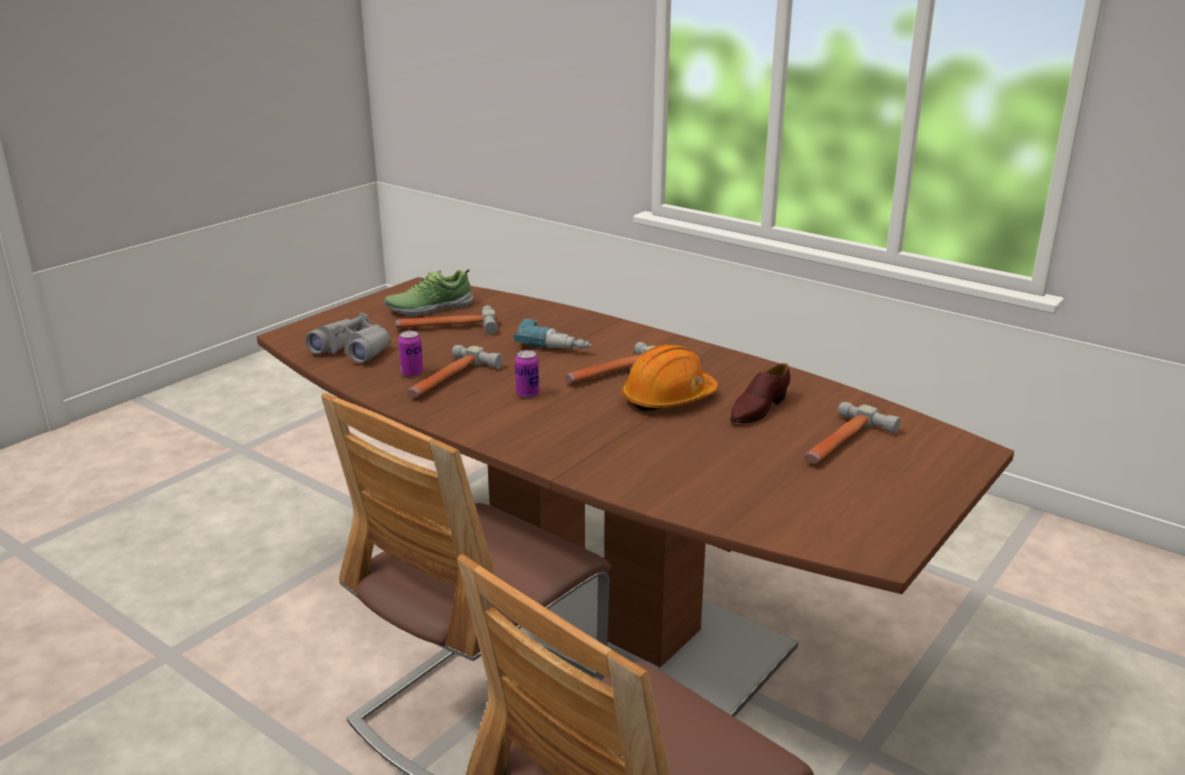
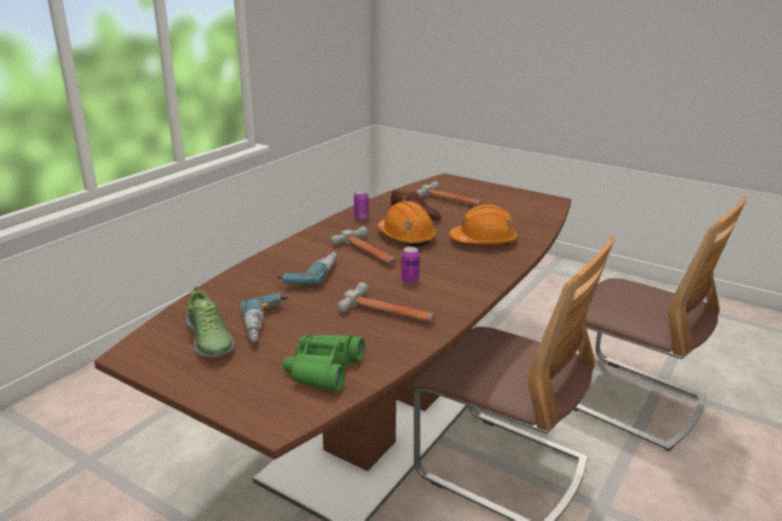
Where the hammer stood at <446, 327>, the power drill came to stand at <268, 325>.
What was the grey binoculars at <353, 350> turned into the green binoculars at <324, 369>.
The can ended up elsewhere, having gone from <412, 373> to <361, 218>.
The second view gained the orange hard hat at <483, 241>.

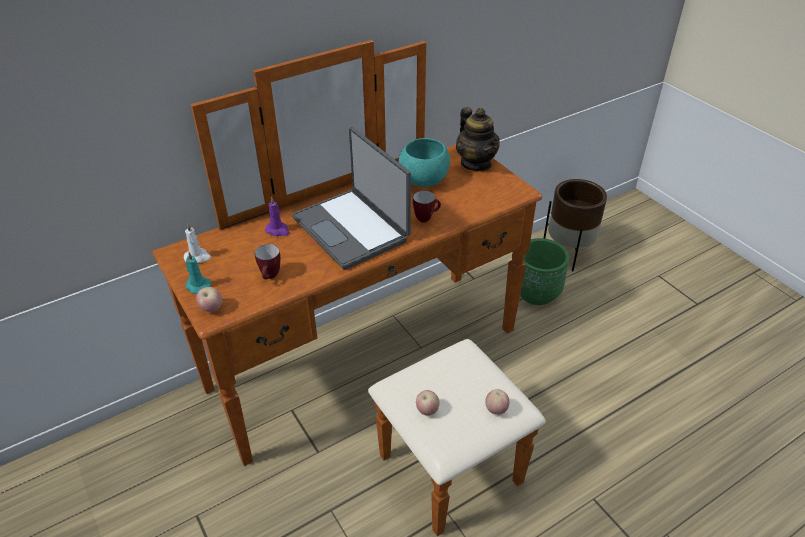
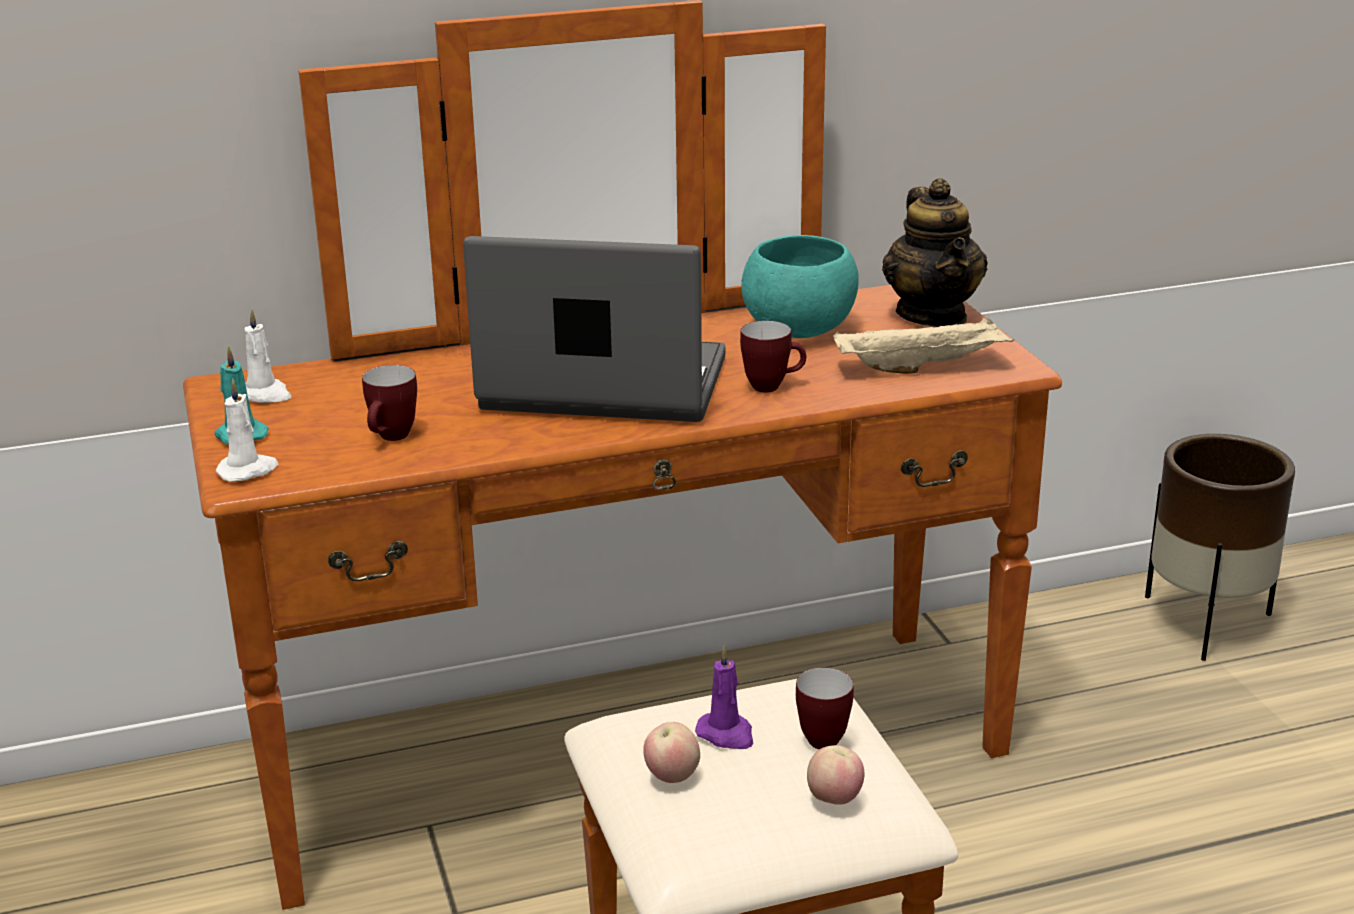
The laptop at <352, 228> ended up facing another way, 120 degrees clockwise from before.
The purple candle ended up elsewhere, having gone from <278, 230> to <726, 734>.
The second view lost the green planter at <536, 293>.
Where the apple stood at <211, 309>, the white candle came to stand at <248, 470>.
The second view gained the beige tray at <922, 367>.
The second view gained the mug at <818, 737>.

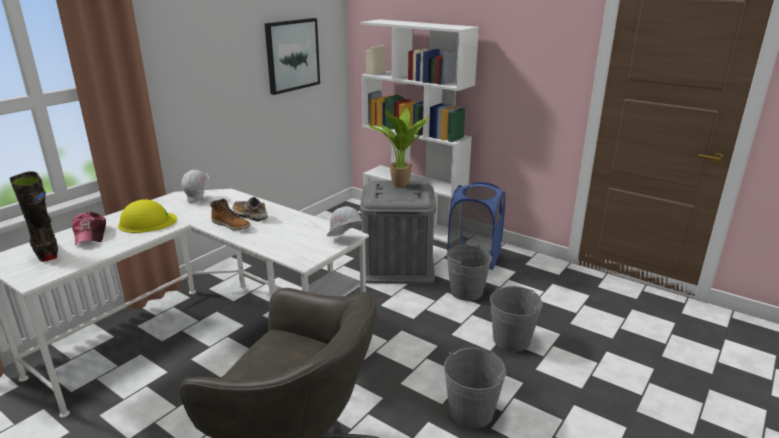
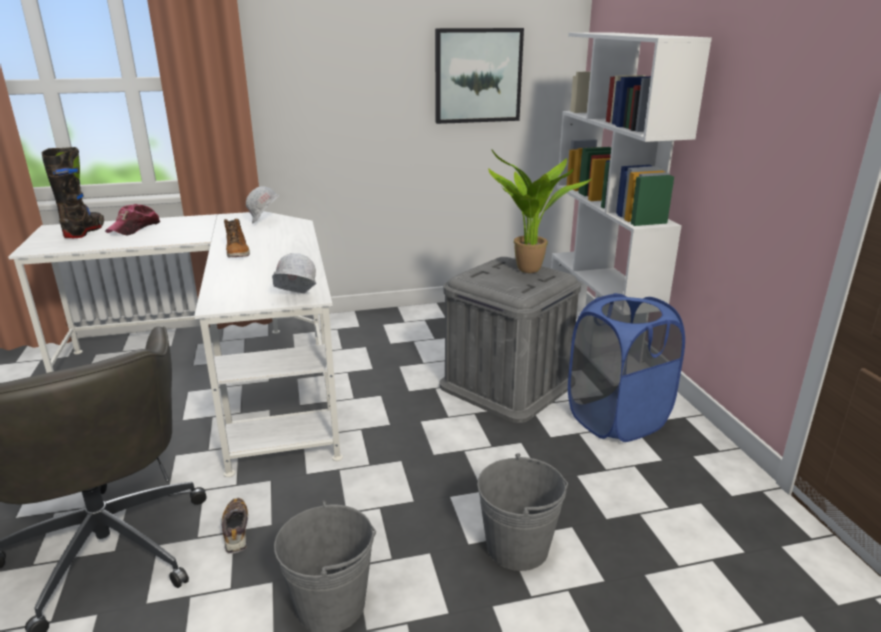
The shoe ended up elsewhere, having gone from <250, 216> to <236, 531>.
The second view lost the yellow hard hat at <147, 222>.
The second view lost the grey bucket at <466, 292>.

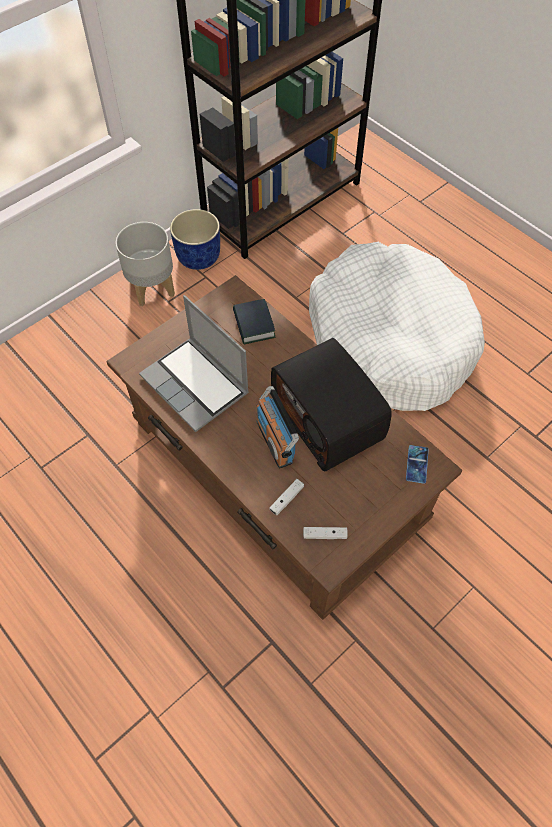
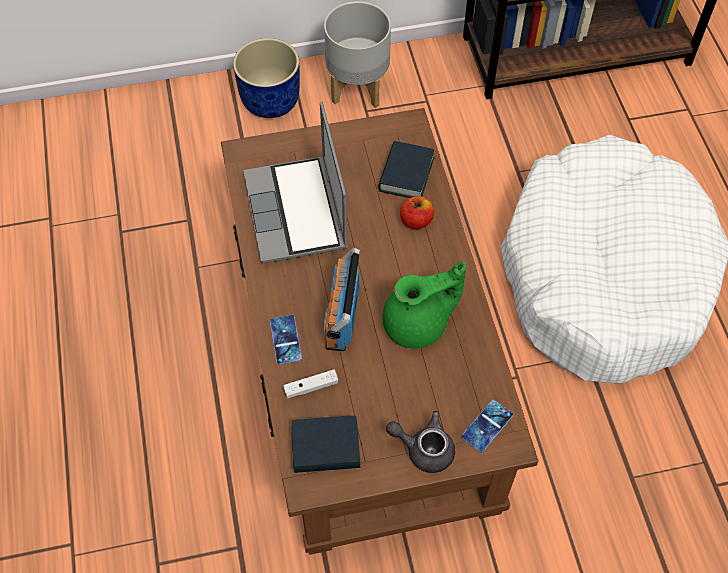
The blue planter ended up elsewhere, having gone from <198, 256> to <270, 100>.
Where the radio stood at <329, 420>, the green teapot came to stand at <418, 324>.
Where the white game controller stood at <324, 535>, the book came to stand at <326, 448>.
The second view gained the apple at <416, 221>.
The second view gained the phone at <285, 339>.
The second view gained the grey teapot at <424, 448>.

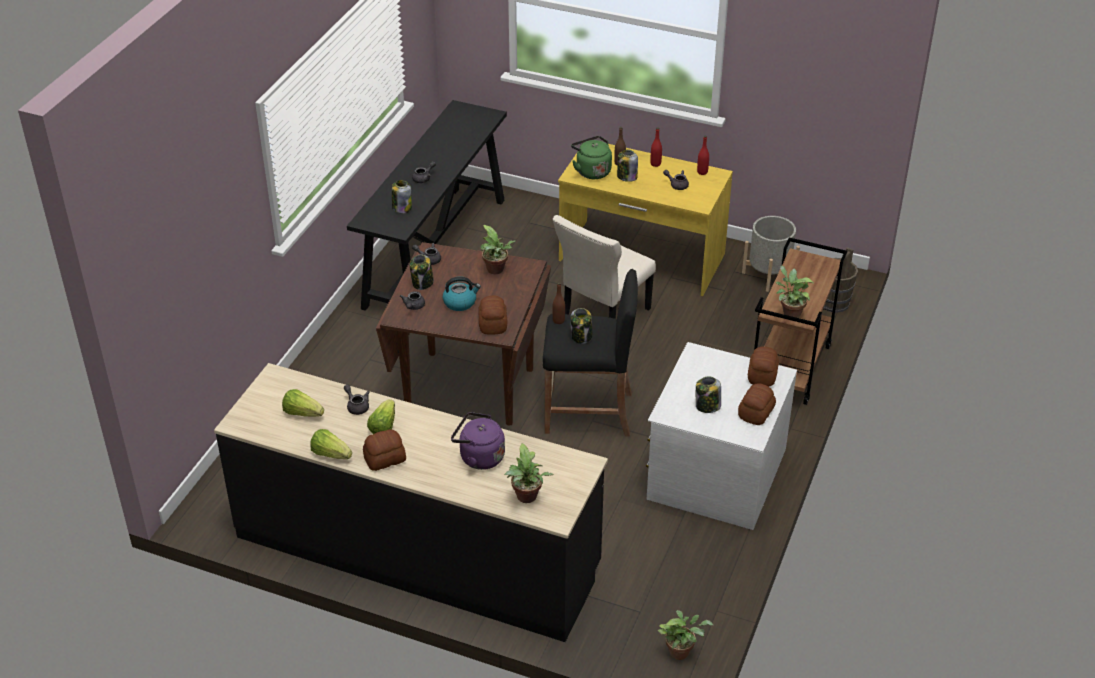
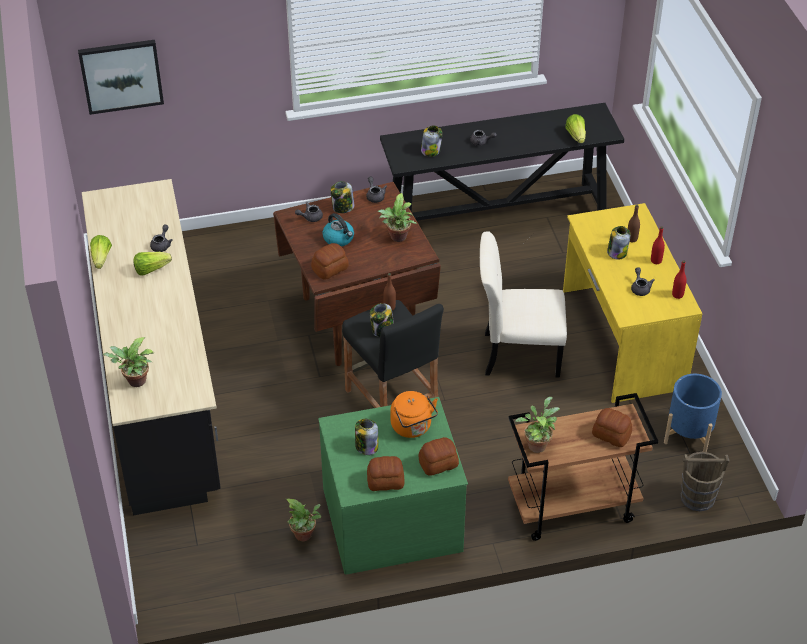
The second view lost the green kettle at <592, 171>.
What was the grey planter at <768, 275> turned into the blue planter at <689, 433>.
What was the white dresser at <714, 473> turned into the green dresser at <391, 517>.
The lettuce ended up elsewhere, having gone from <302, 413> to <576, 136>.
The second view lost the purple kettle at <479, 457>.
The bread ended up elsewhere, having gone from <384, 458> to <611, 434>.
The potted plant ended up elsewhere, having gone from <681, 651> to <305, 535>.
The second view gained the picture at <121, 75>.
The second view gained the orange kettle at <413, 427>.

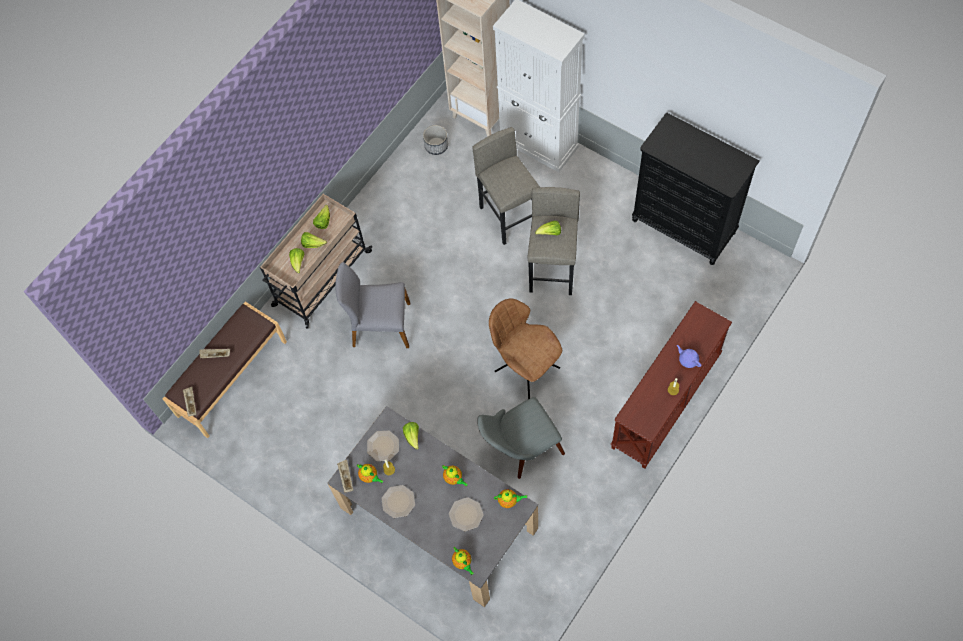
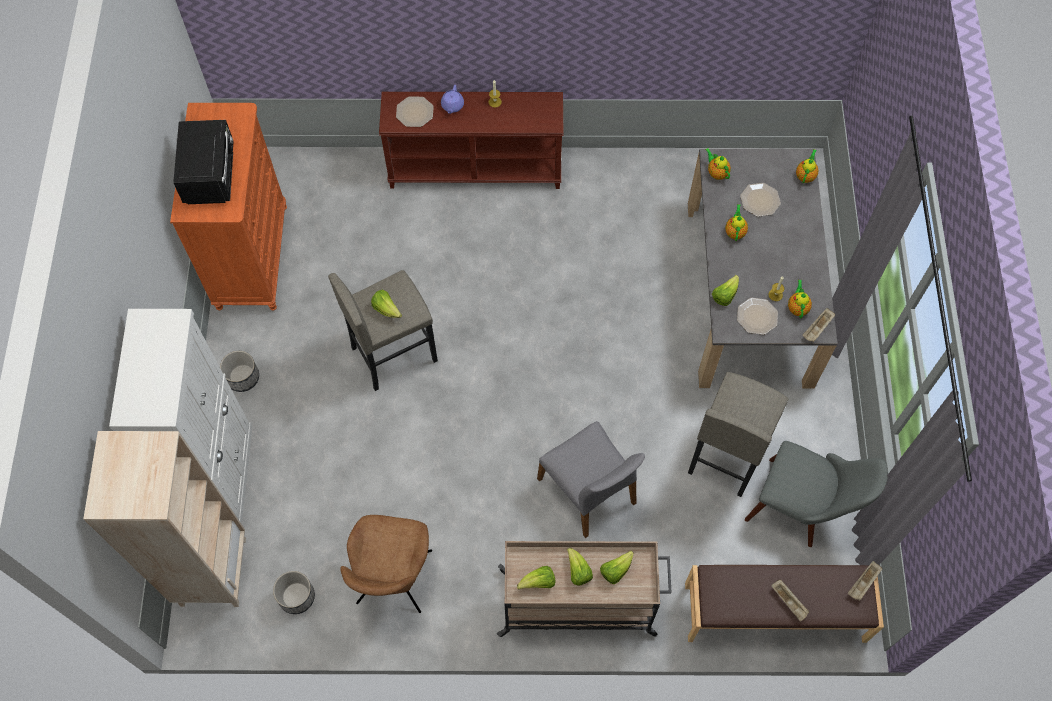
What was the black dresser at <683, 227> turned into the orange dresser at <252, 257>.
The grey stool ended up elsewhere, having gone from <509, 216> to <727, 454>.
The brown chair ended up elsewhere, having gone from <525, 368> to <393, 580>.
The grey chair ended up elsewhere, having gone from <519, 449> to <802, 507>.
The plate ended up elsewhere, having gone from <398, 502> to <414, 112>.
The second view gained the black microwave at <211, 175>.
The second view gained the planter at <242, 377>.

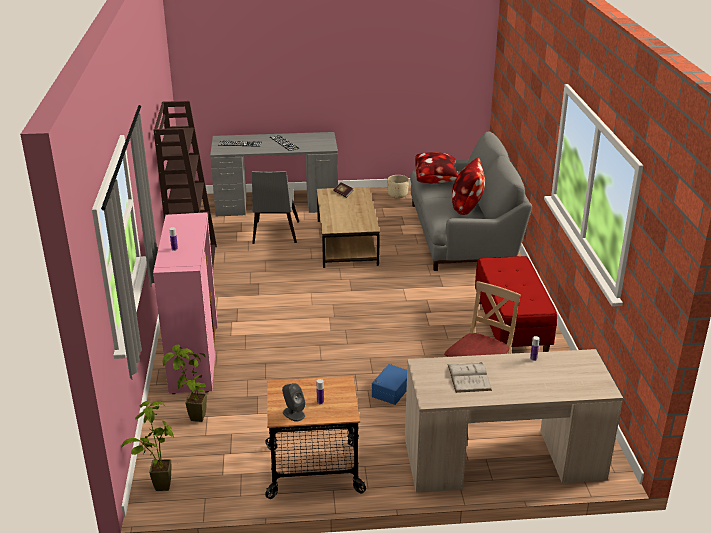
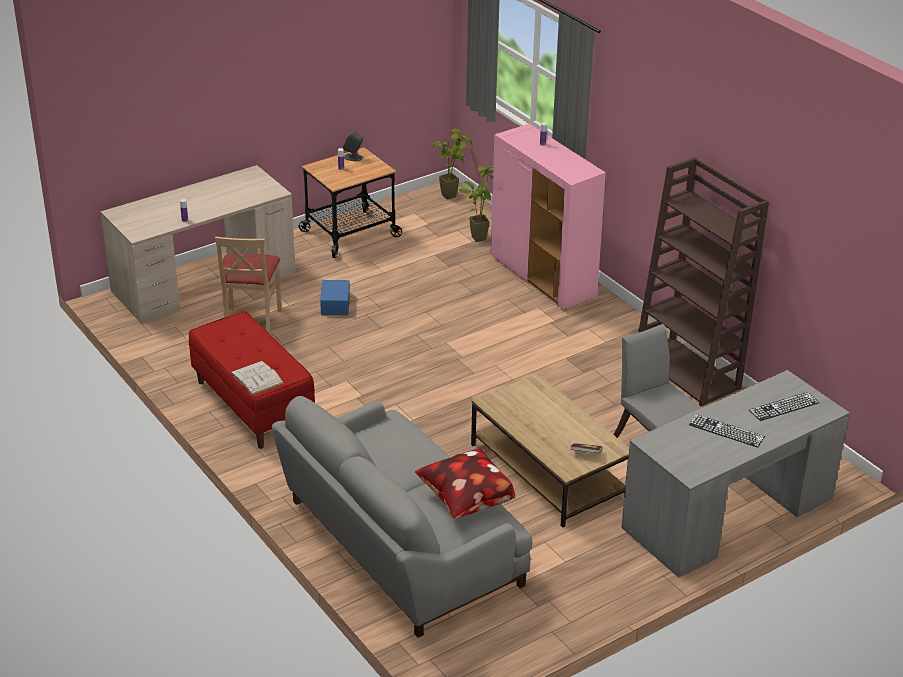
The second view lost the pillow at <467, 206>.
The second view lost the beige planter at <397, 196>.
The white book ended up elsewhere, having gone from <469, 377> to <257, 378>.

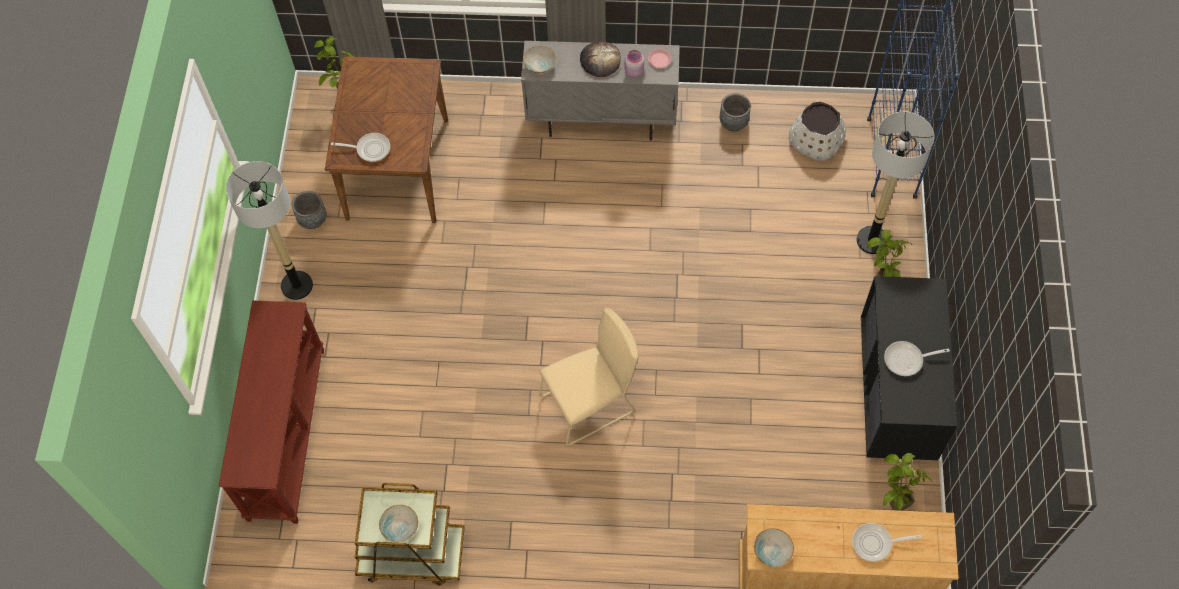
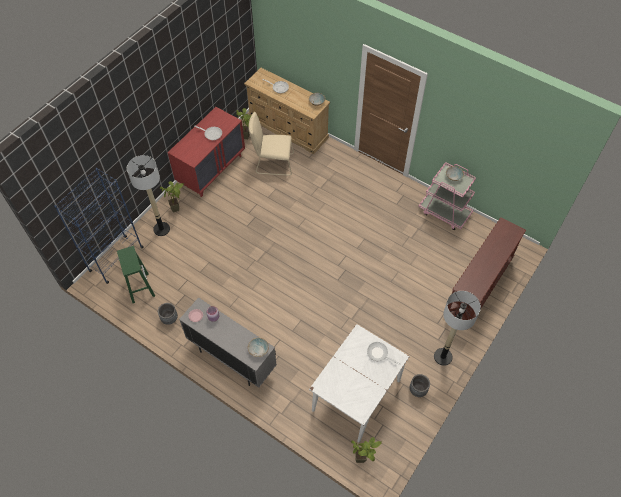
The second view lost the bread at <600, 60>.
What was the brown dining table at <397, 167> turned into the white dining table at <356, 395>.
Where the white planter stood at <816, 139>, the green stool came to stand at <140, 287>.
What was the black dresser at <894, 395> turned into the red dresser at <211, 169>.
The beige chair ended up elsewhere, having gone from <591, 403> to <272, 163>.
What was the brown cart at <411, 554> turned into the pink cart at <444, 212>.

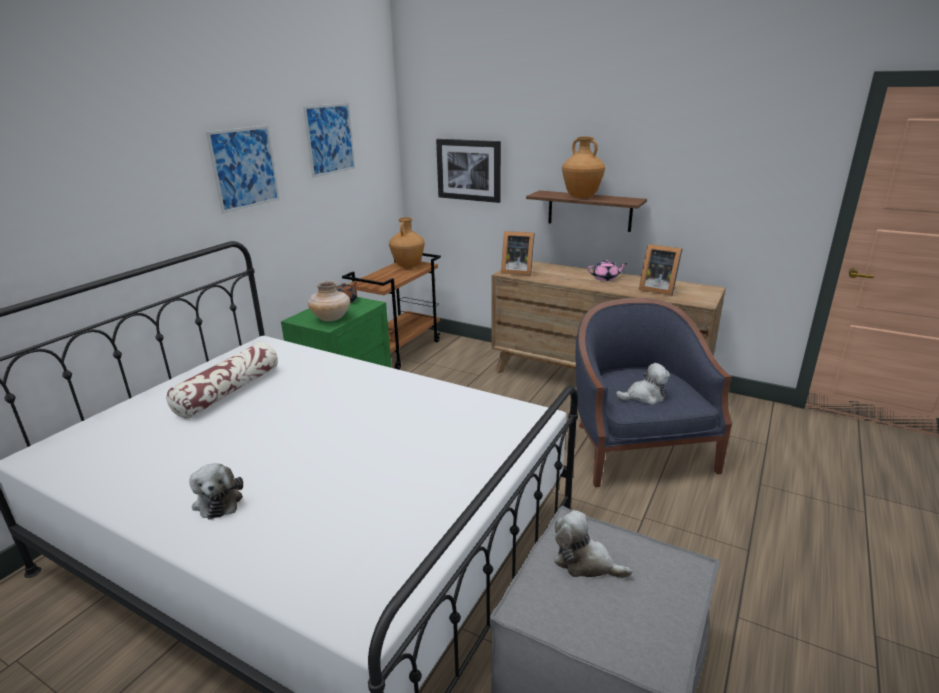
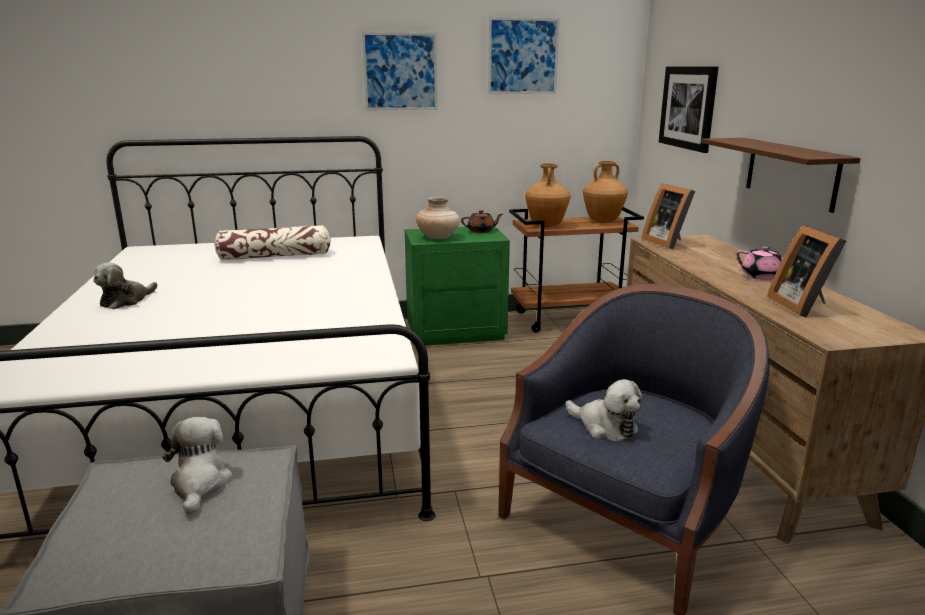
The brown vase ended up elsewhere, having gone from <581, 197> to <546, 225>.

